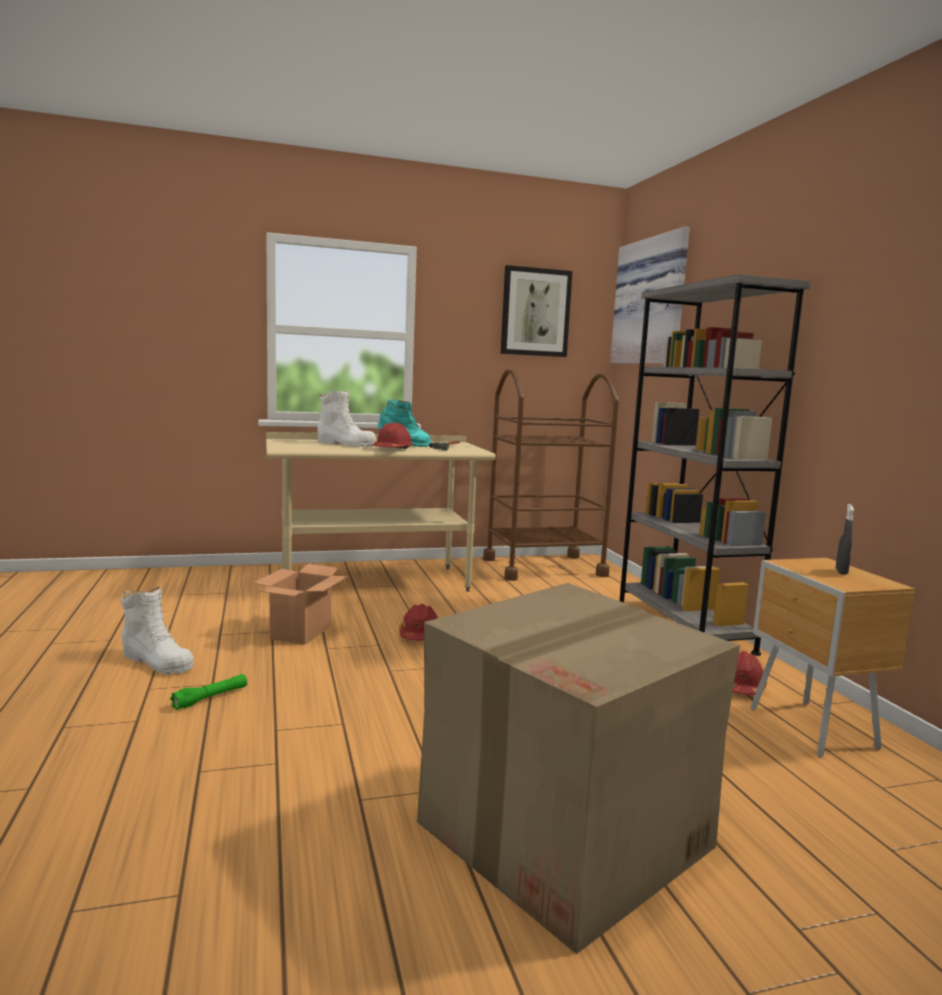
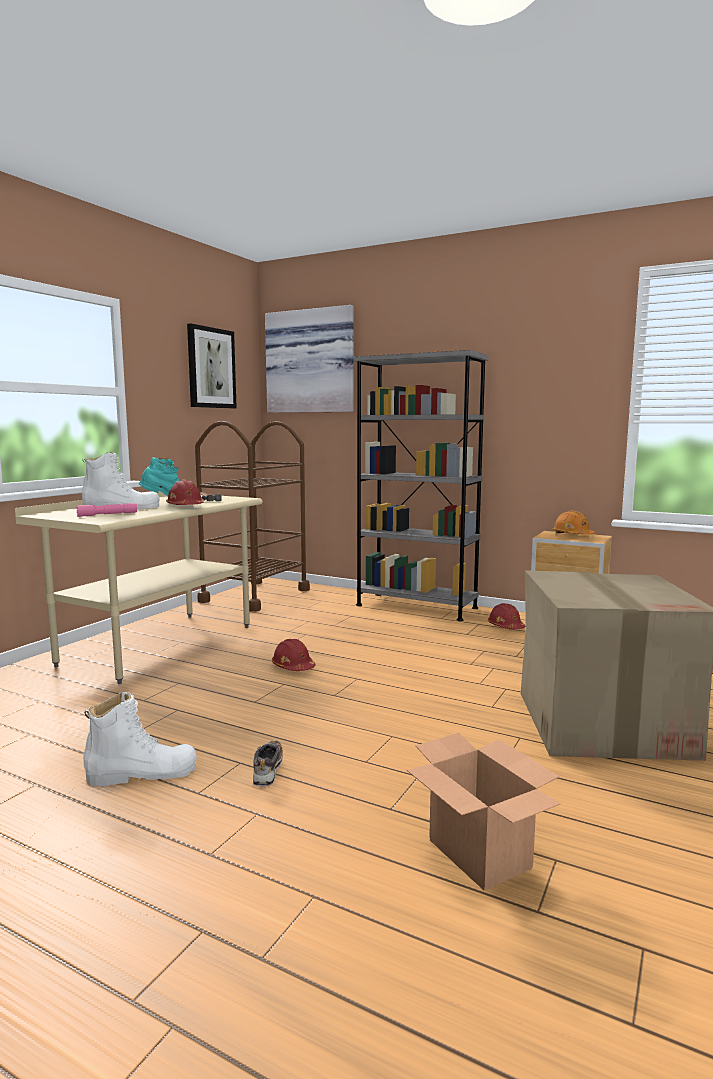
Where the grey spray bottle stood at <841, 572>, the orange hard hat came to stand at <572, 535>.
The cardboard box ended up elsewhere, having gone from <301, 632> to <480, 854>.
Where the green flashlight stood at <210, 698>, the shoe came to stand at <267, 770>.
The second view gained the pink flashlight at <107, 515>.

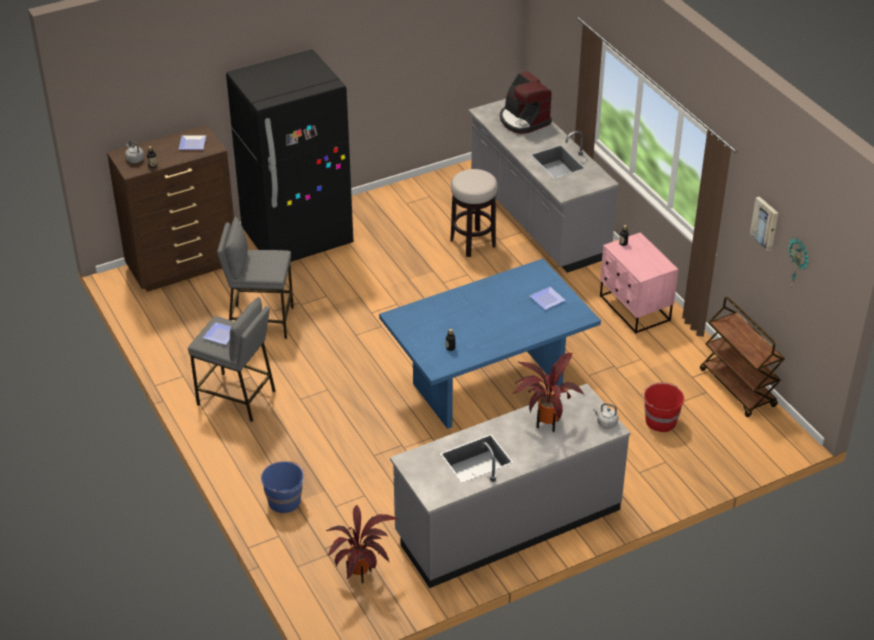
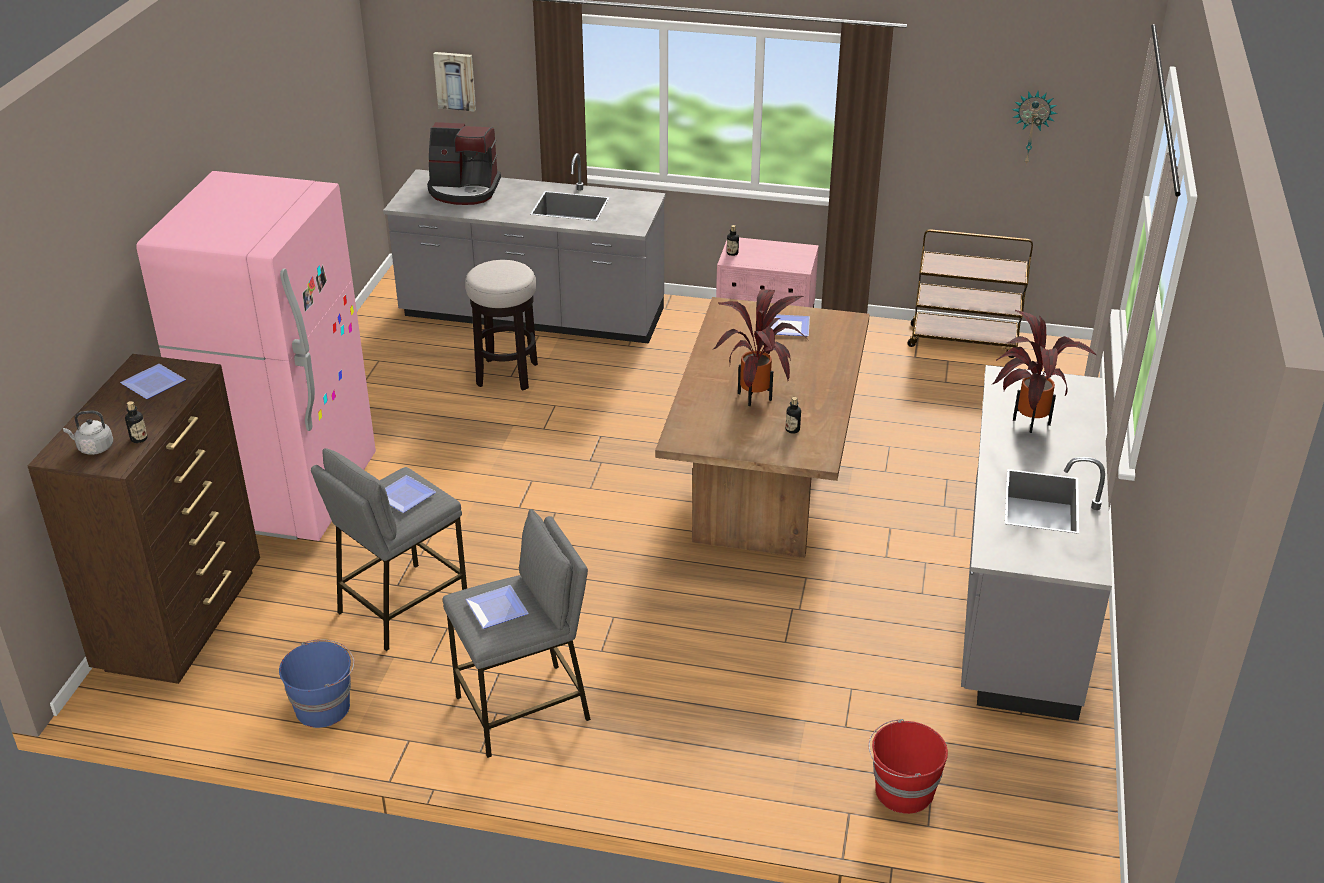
What was the black fridge at <297, 239> turned into the pink fridge at <292, 493>.
The picture ended up elsewhere, having gone from <765, 223> to <455, 80>.
What was the blue dining table at <488, 384> turned into the brown dining table at <763, 488>.
The red bucket ended up elsewhere, having gone from <660, 420> to <902, 791>.
The second view lost the grey kettle at <606, 423>.
The blue bucket ended up elsewhere, having gone from <285, 501> to <323, 707>.
The potted plant ended up elsewhere, having gone from <360, 575> to <758, 397>.
The second view gained the plate at <405, 497>.

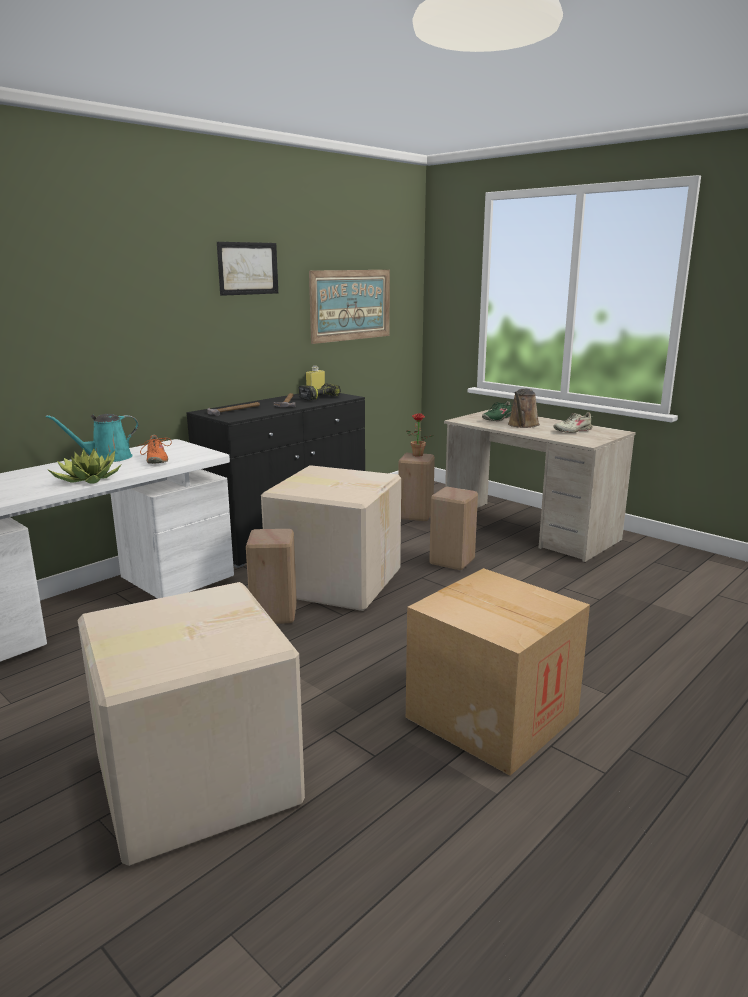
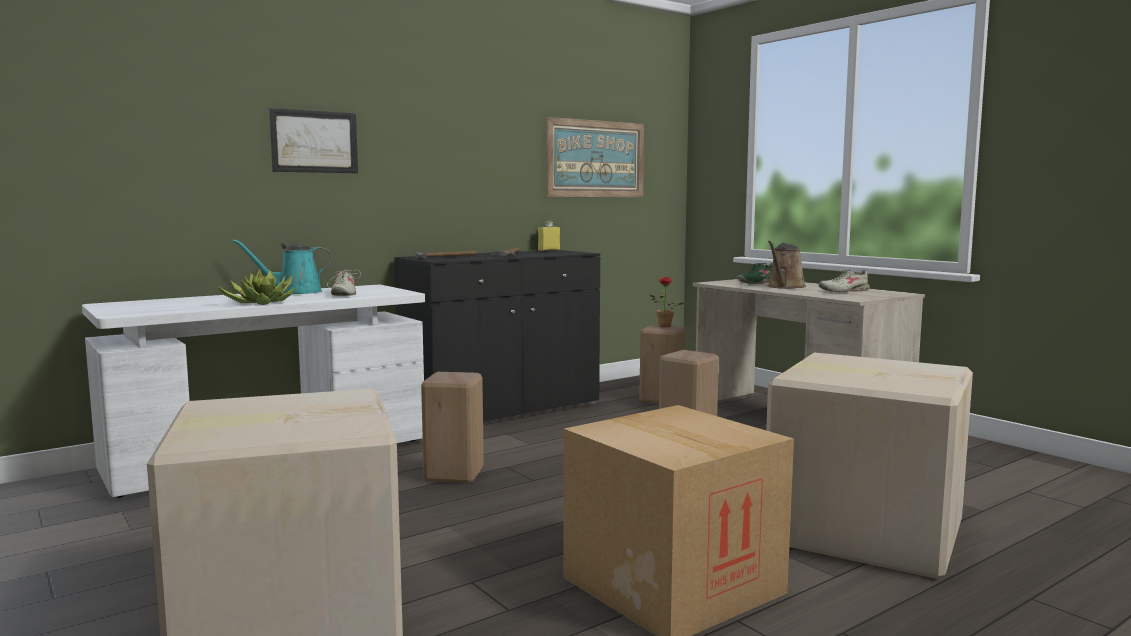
The picture ended up elsewhere, having gone from <248, 268> to <314, 141>.
The second view lost the power drill at <319, 397>.
What was the orange shoe at <156, 460> turned into the beige shoe at <343, 294>.
The cardboard box ended up elsewhere, having gone from <334, 581> to <862, 529>.

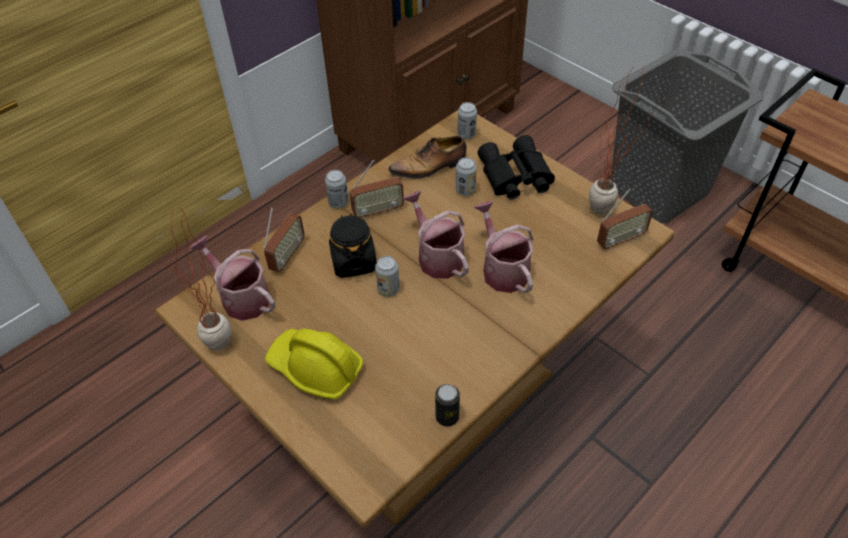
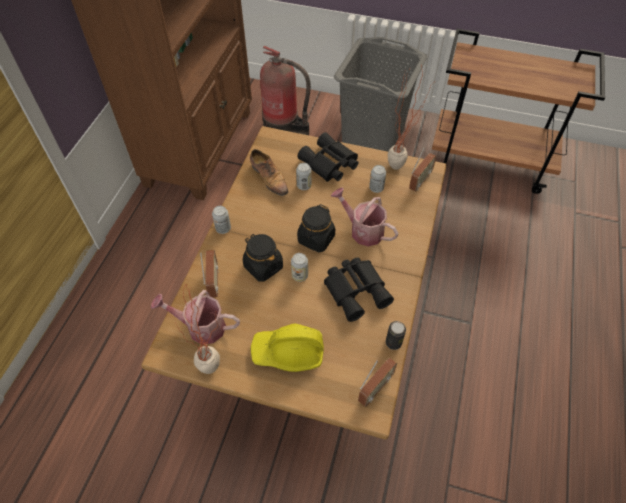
The can ended up elsewhere, having gone from <466, 134> to <376, 188>.
The shoe at <430, 167> ended up facing another way, 75 degrees counterclockwise from before.
The radio ended up elsewhere, having gone from <378, 211> to <375, 388>.
Where the watering can stood at <437, 256>, the black jar came to stand at <316, 239>.
The second view gained the fire extinguisher at <283, 127>.
The second view gained the black binoculars at <357, 290>.

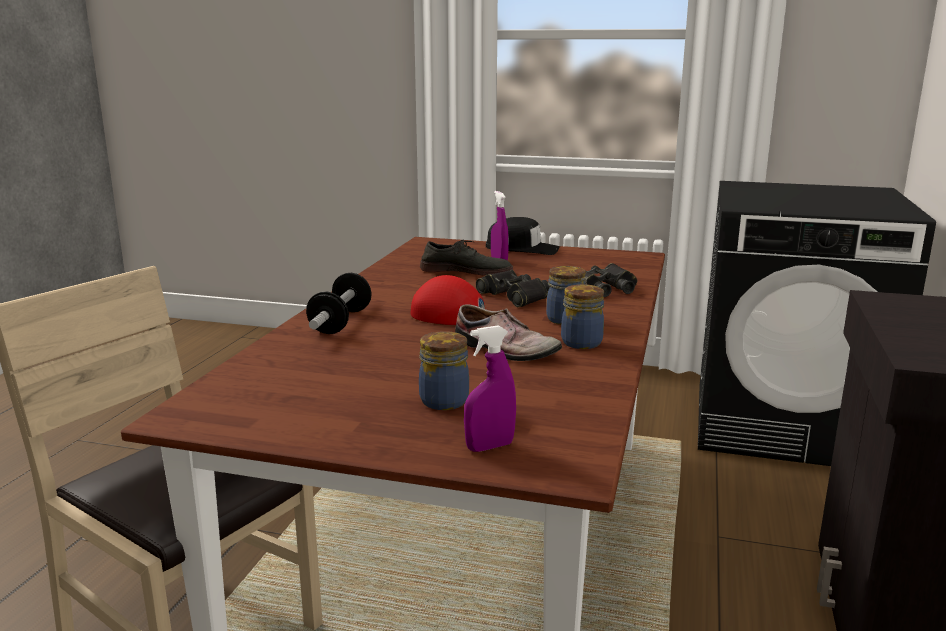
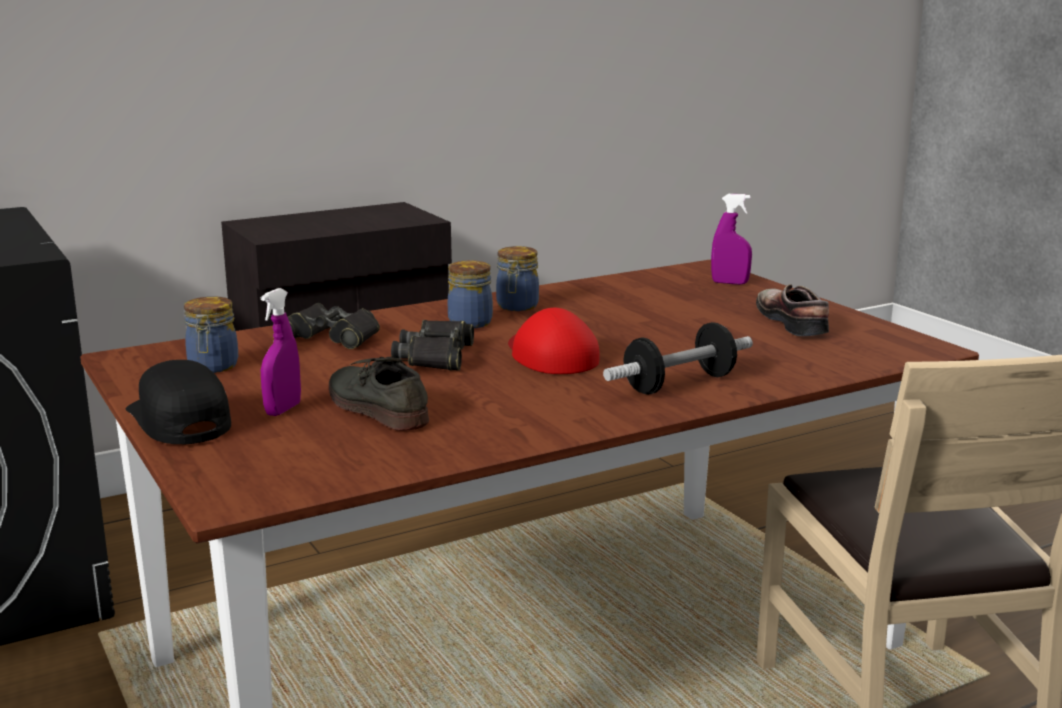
The shoe ended up elsewhere, having gone from <504, 350> to <795, 322>.
The jar ended up elsewhere, having gone from <442, 400> to <212, 367>.

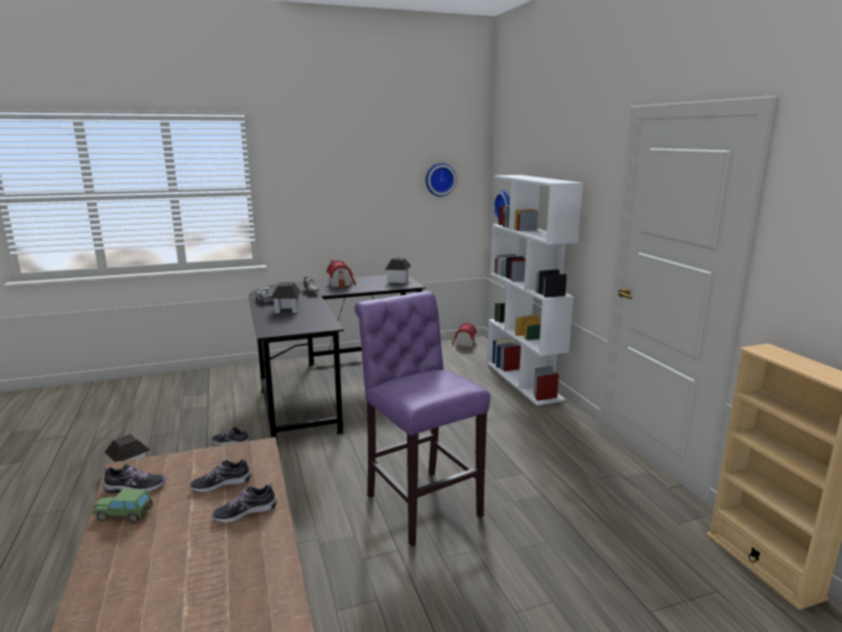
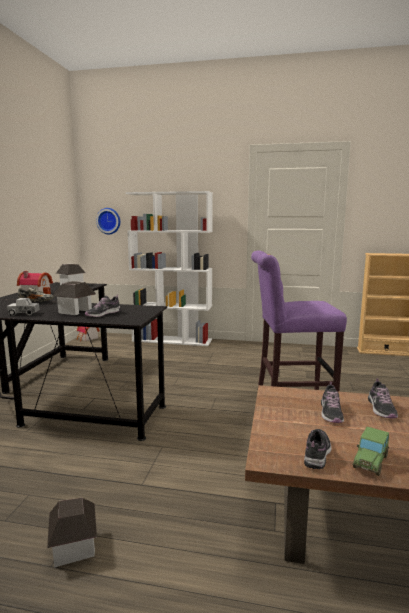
The second view lost the wall clock at <440, 179>.
The shoe ended up elsewhere, having gone from <231, 442> to <103, 314>.

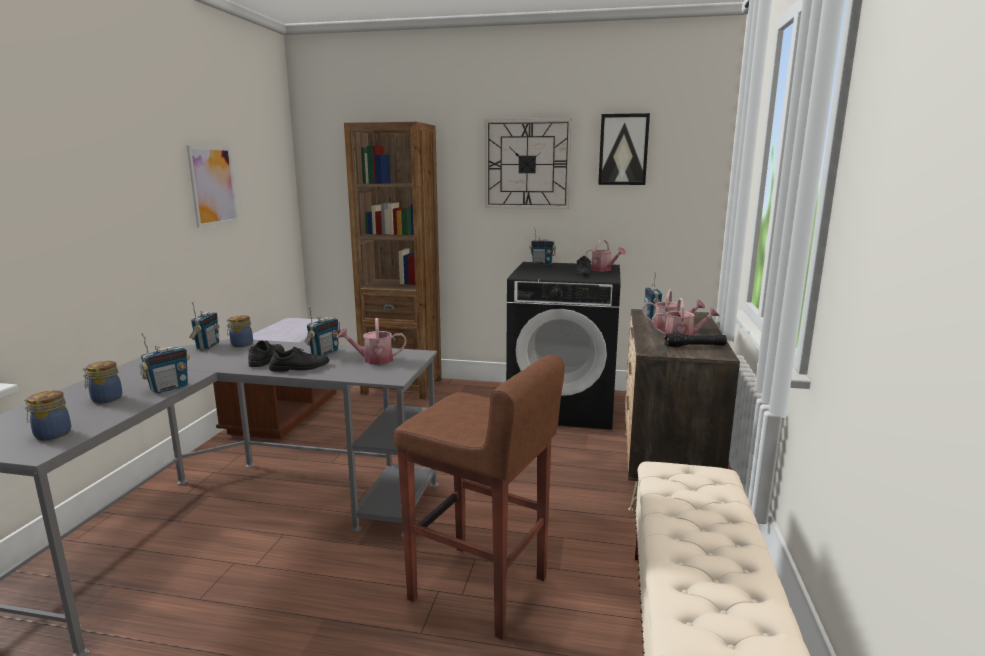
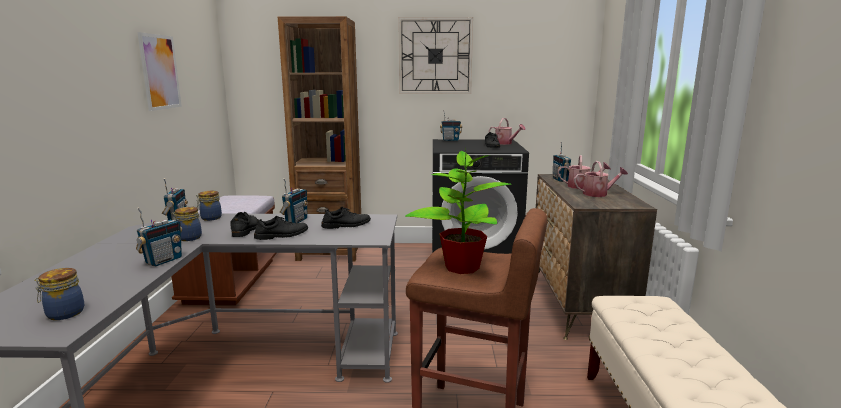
The second view lost the picture at <623, 149>.
Where the watering can stood at <373, 360>, the black shoe came to stand at <346, 225>.
The second view lost the black flashlight at <695, 346>.
The jar ended up elsewhere, having gone from <105, 399> to <188, 238>.
The second view gained the potted plant at <461, 267>.

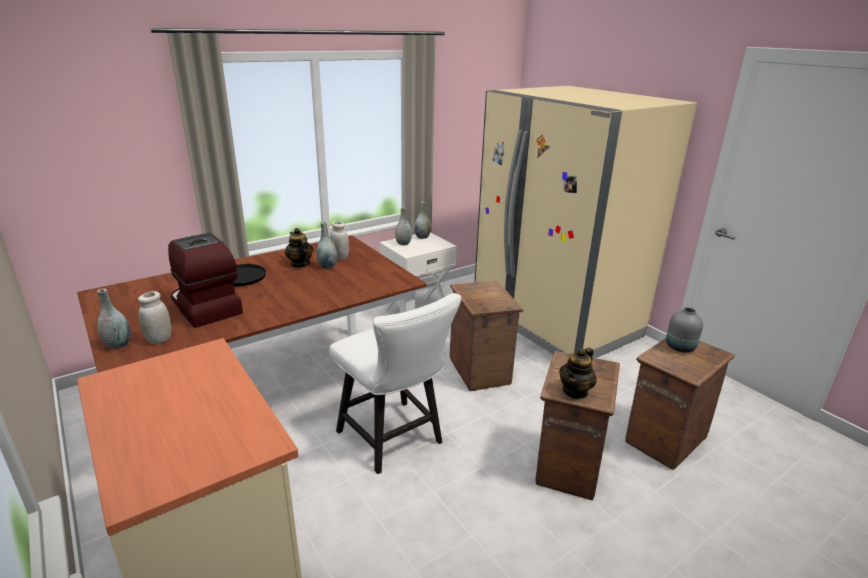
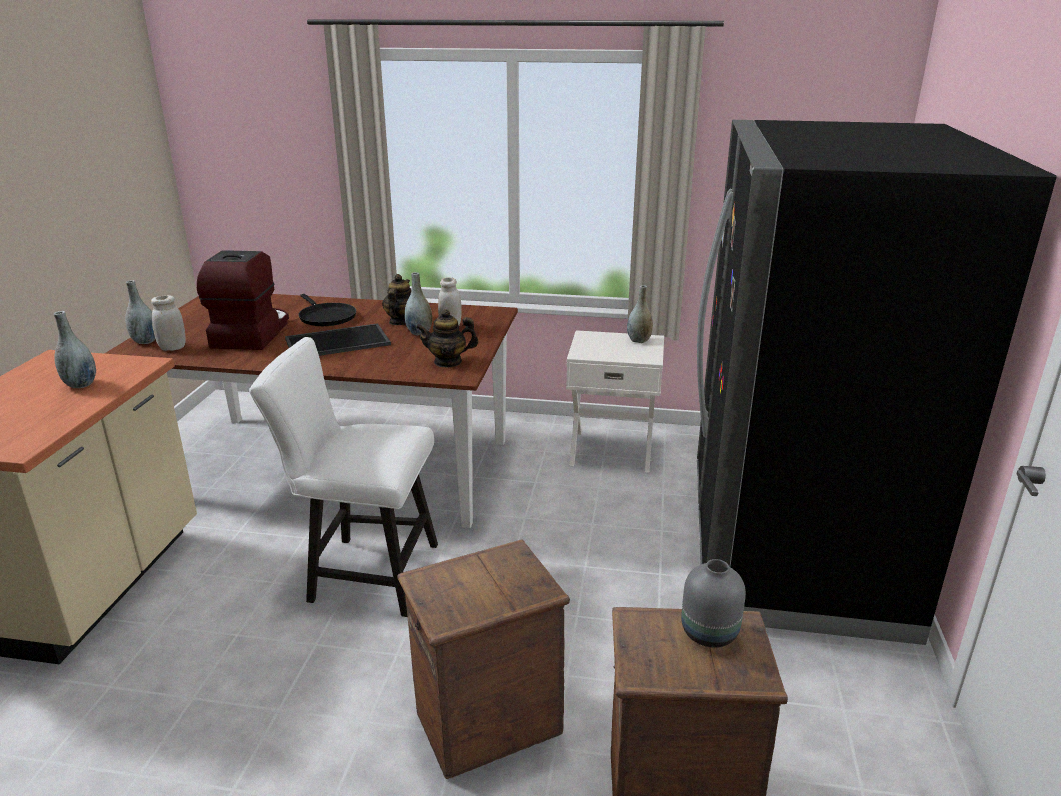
What was the beige fridge at <555, 322> turned into the black fridge at <791, 548>.
The grey vase ended up elsewhere, having gone from <403, 243> to <80, 384>.
The second view lost the crate at <479, 370>.
The white chair at <394, 440> ended up facing another way, 90 degrees clockwise from before.
The teapot ended up elsewhere, having gone from <575, 391> to <448, 362>.
The second view gained the tray at <337, 342>.

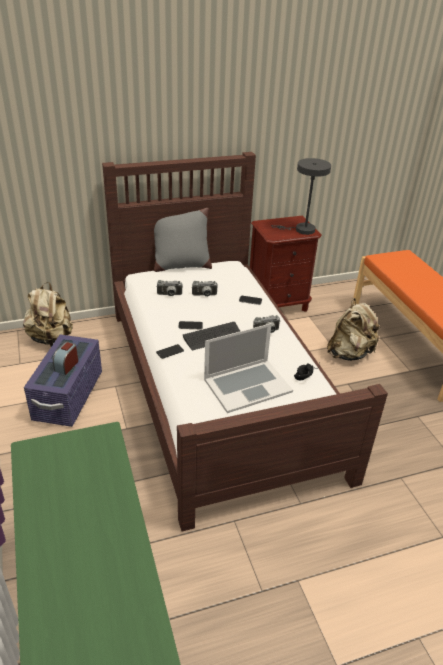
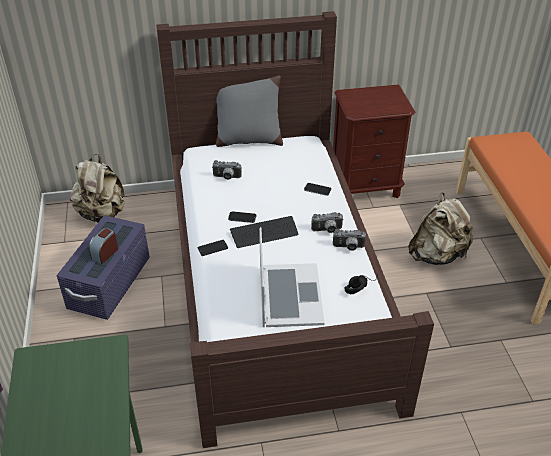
The second view lost the grey table lamp at <301, 230>.
The photo camera ended up elsewhere, having gone from <204, 295> to <348, 248>.
The laptop at <247, 385> ended up facing another way, 75 degrees counterclockwise from before.

